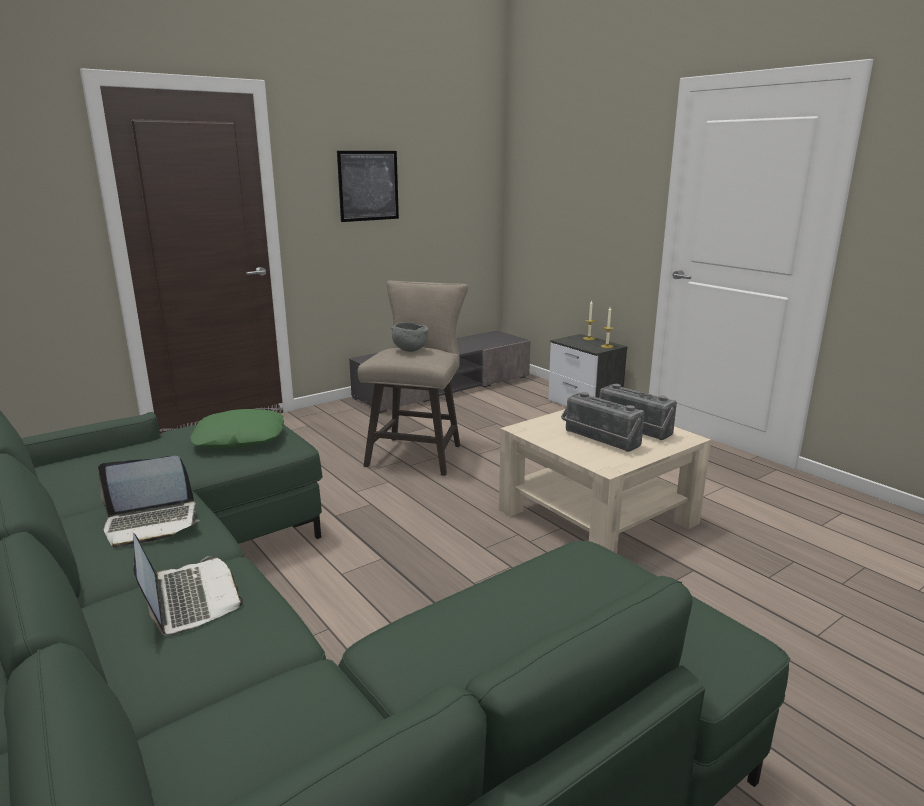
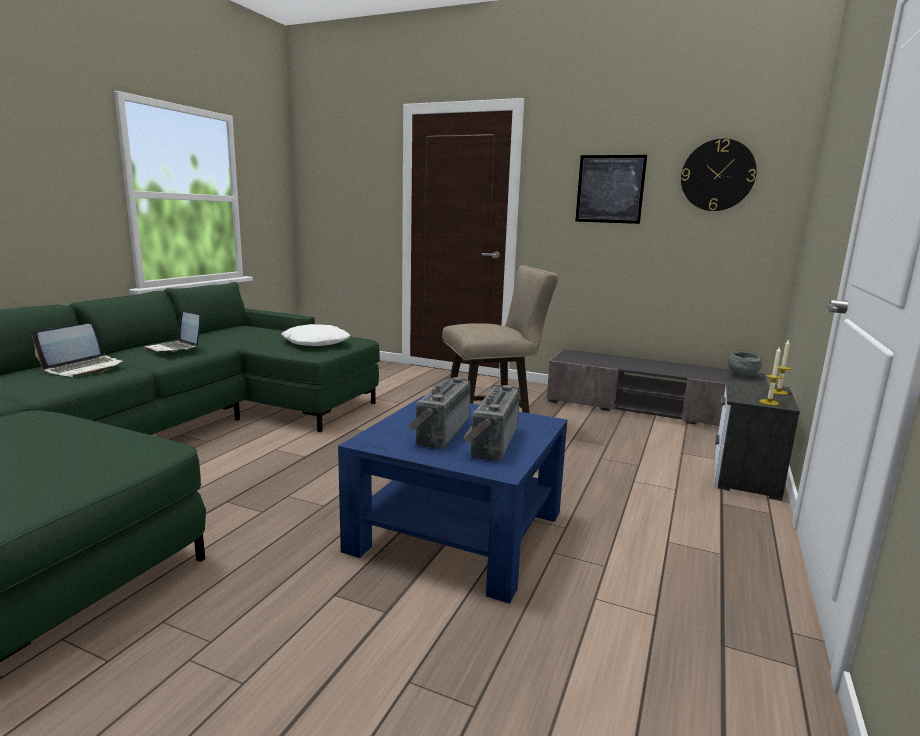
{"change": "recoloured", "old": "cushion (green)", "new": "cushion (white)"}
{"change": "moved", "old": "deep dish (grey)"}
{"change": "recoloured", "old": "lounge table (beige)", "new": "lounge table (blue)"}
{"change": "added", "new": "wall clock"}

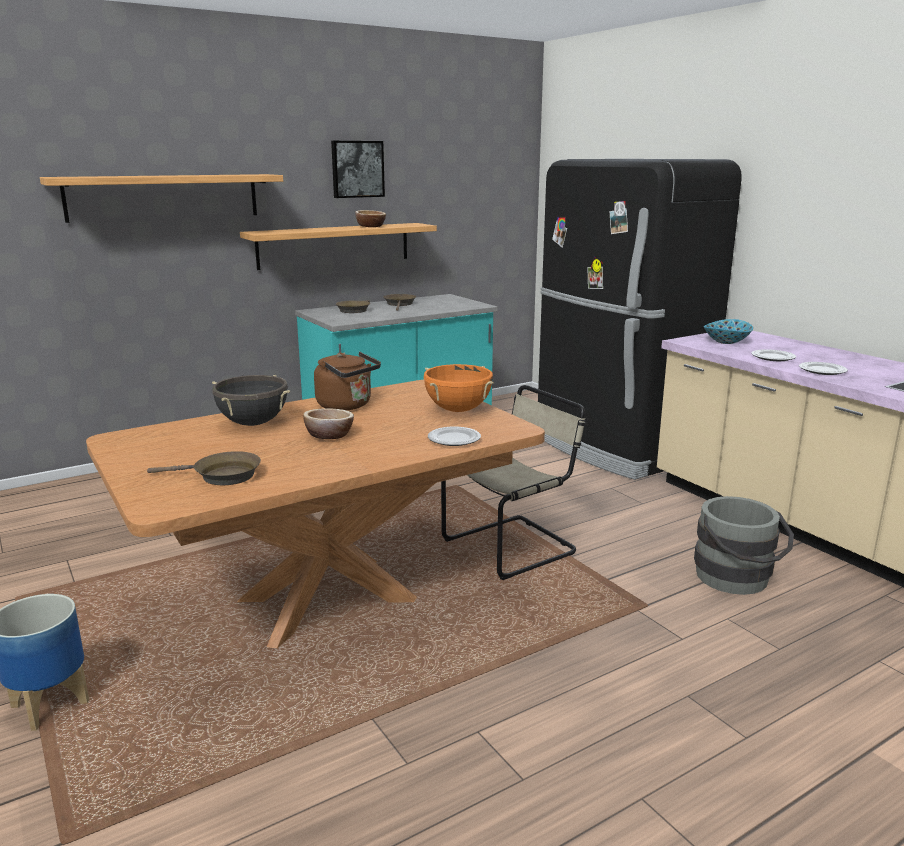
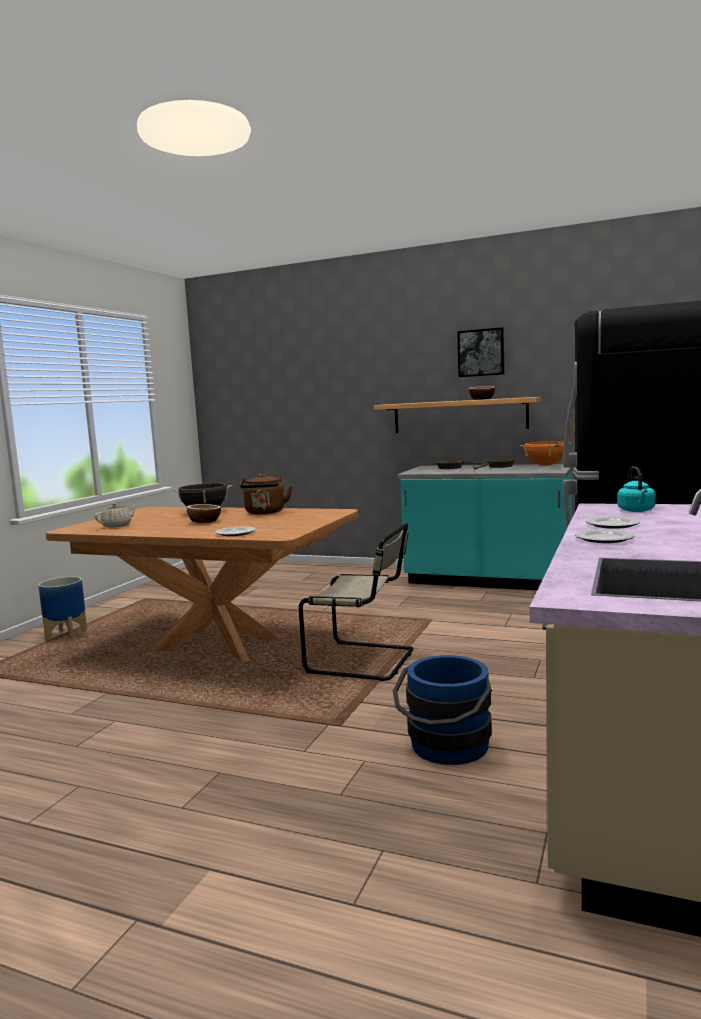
{"change": "removed", "old": "shelf (1st from left)"}
{"change": "replaced", "old": "frying pan (brown) (1st from left)", "new": "pot for tea (beige)"}
{"change": "moved", "old": "saucepot (orange)"}
{"change": "recoloured", "old": "bucket (grey)", "new": "bucket (blue)"}
{"change": "replaced", "old": "deep dish (3rd from left)", "new": "water kettle (turquoise)"}

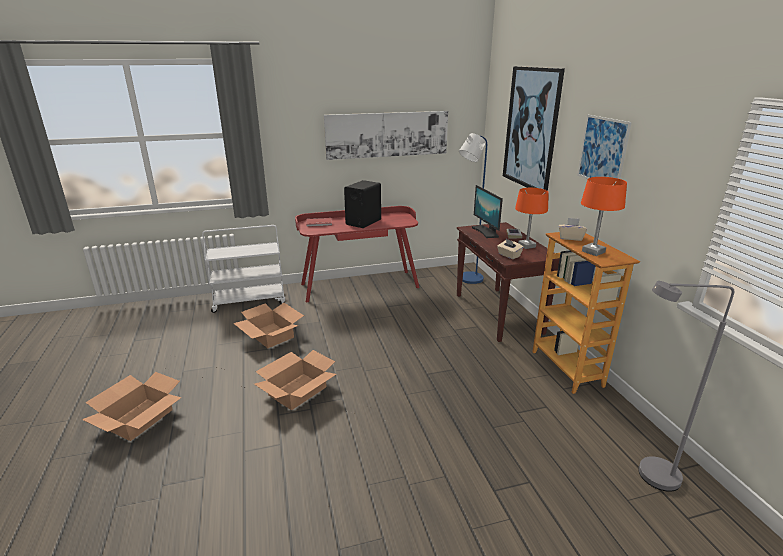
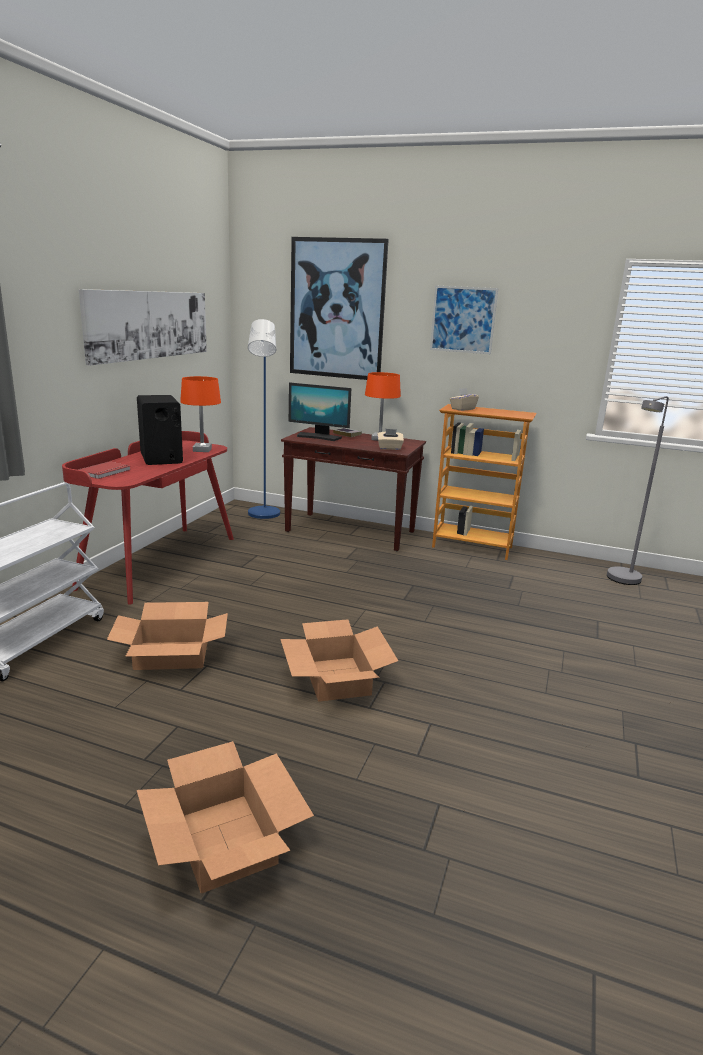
{"change": "moved", "old": "table lamp (orange) (2nd from left in the first image)", "new": "table lamp (orange) (1st from left)"}

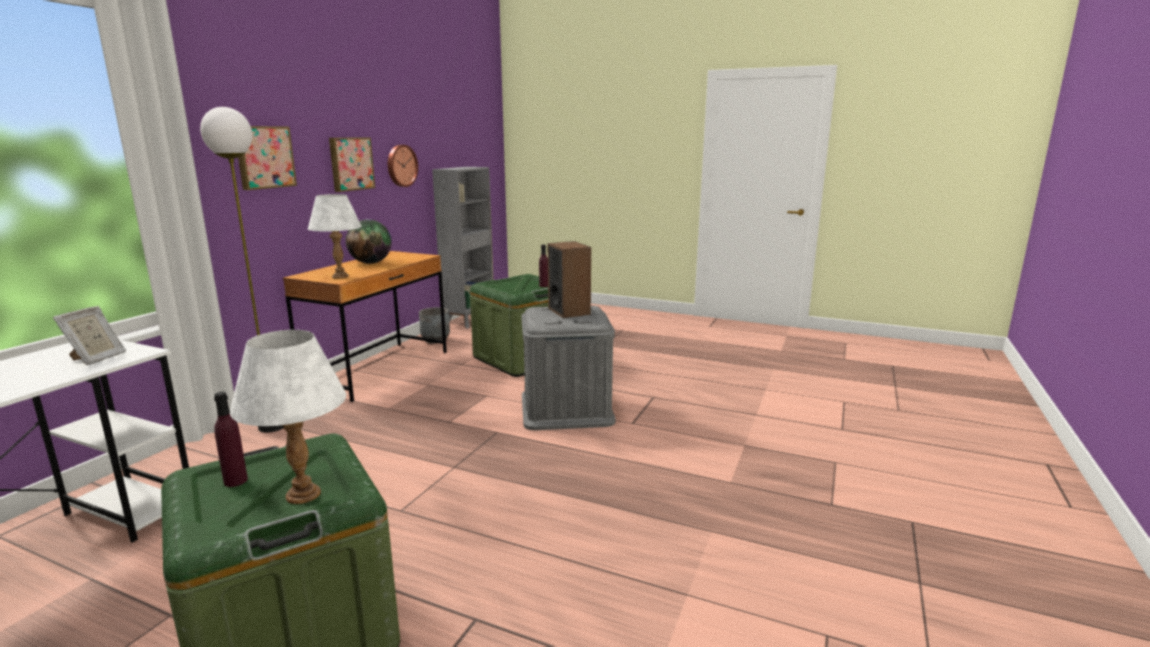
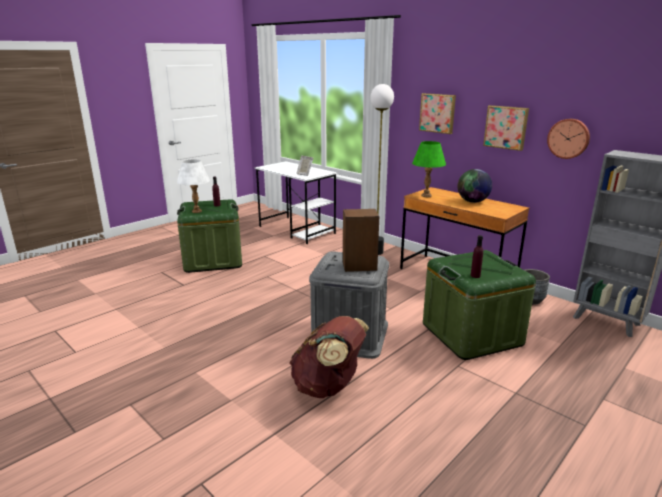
{"change": "recoloured", "old": "table lamp (white) (2nd from left)", "new": "table lamp (green)"}
{"change": "added", "new": "knapsack (brown)"}

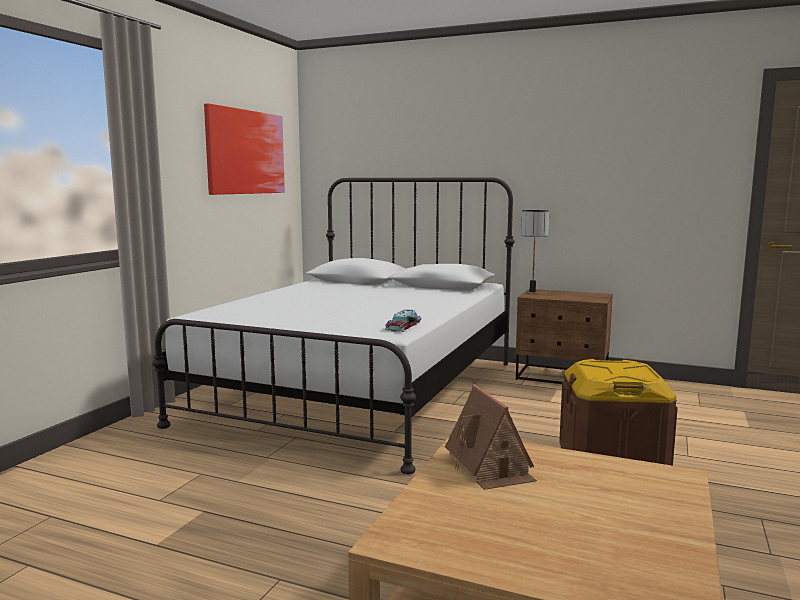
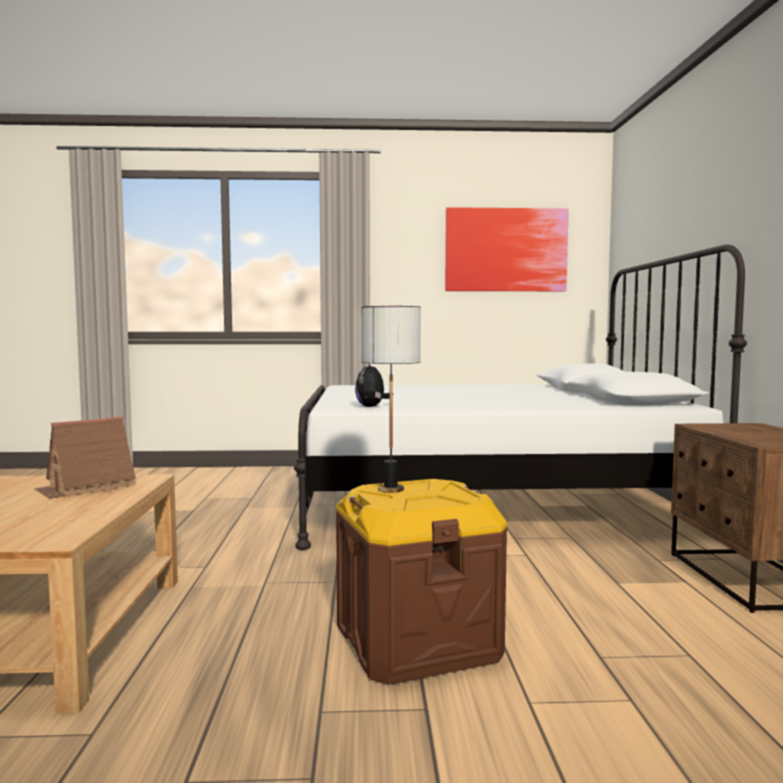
{"change": "replaced", "old": "toy car", "new": "plush toy"}
{"change": "moved", "old": "table lamp"}

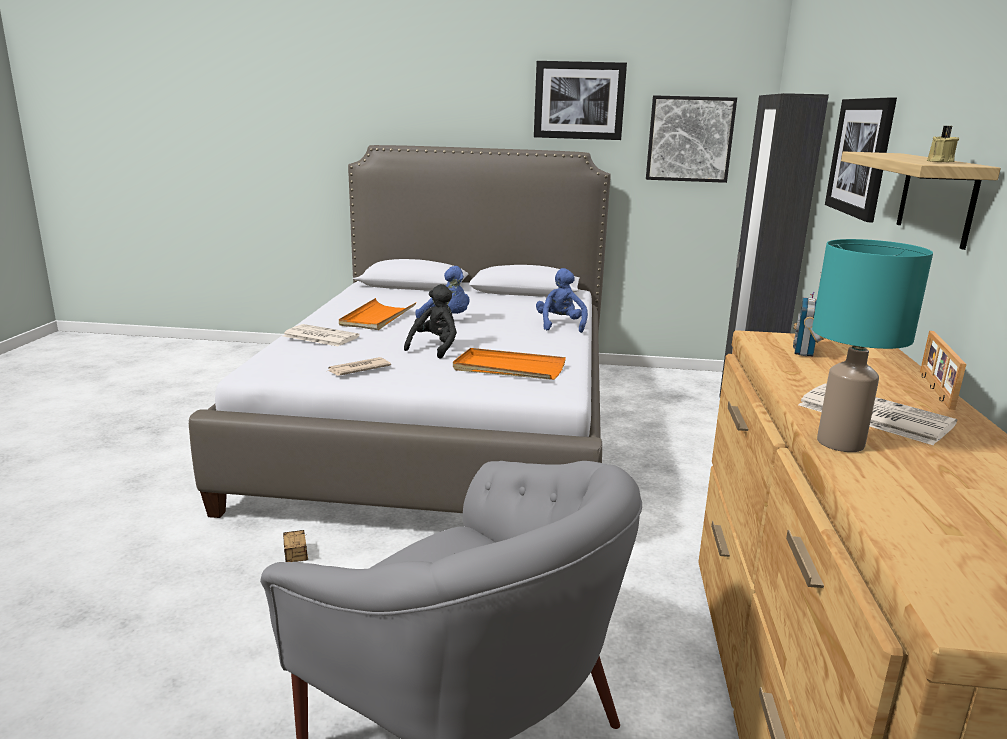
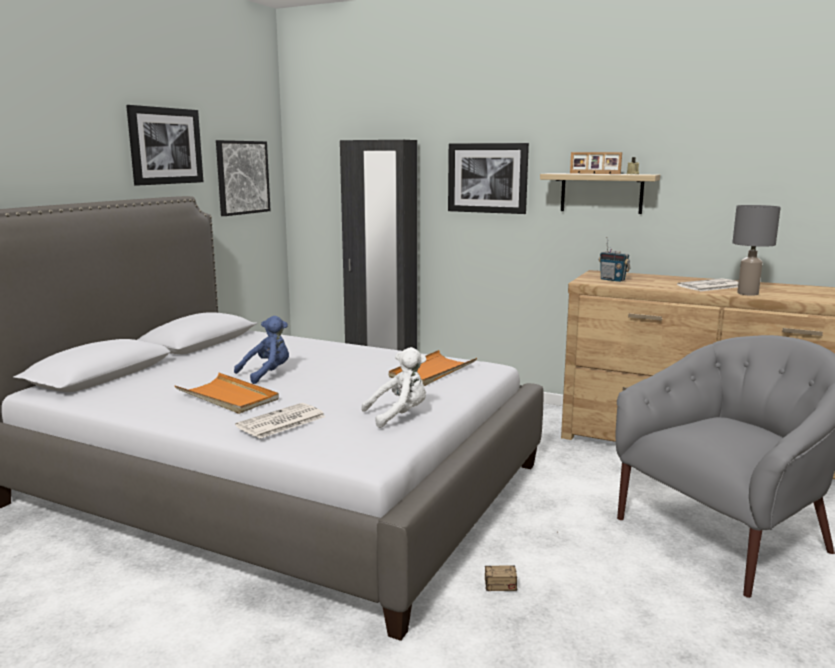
{"change": "replaced", "old": "newspaper (2nd from left)", "new": "plush toy (white)"}
{"change": "removed", "old": "plush toy (black-coloured)"}
{"change": "removed", "old": "plush toy (blue) (2nd from left)"}
{"change": "recoloured", "old": "table lamp (turquoise)", "new": "table lamp (grey)"}
{"change": "moved", "old": "standing frame"}

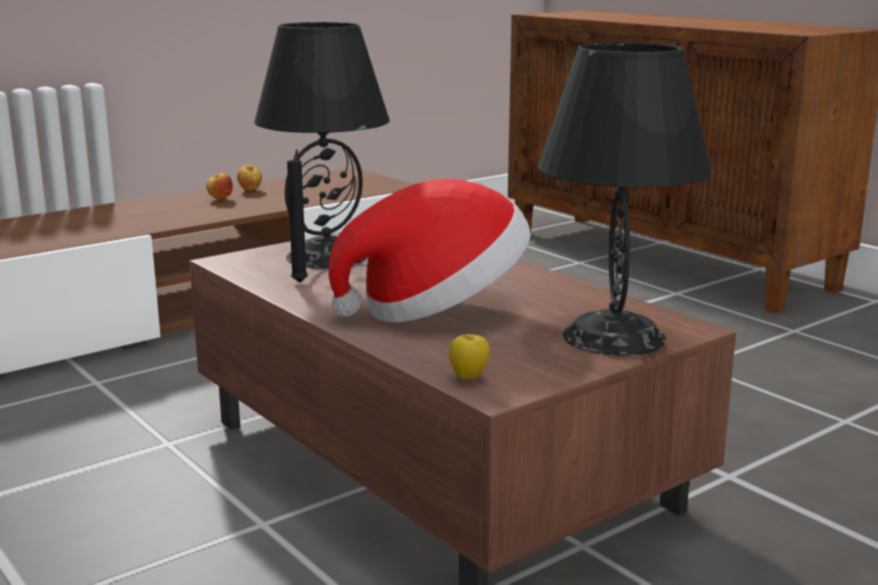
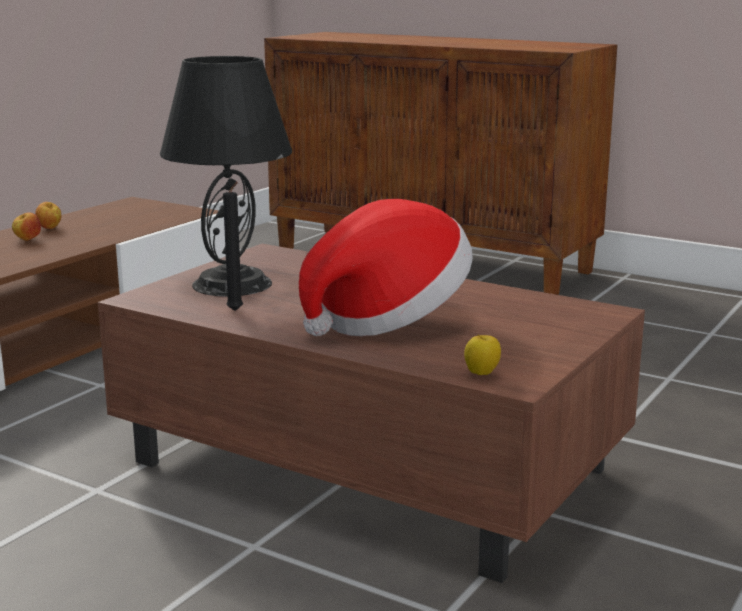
{"change": "removed", "old": "table lamp (black-coloured) (2nd from left)"}

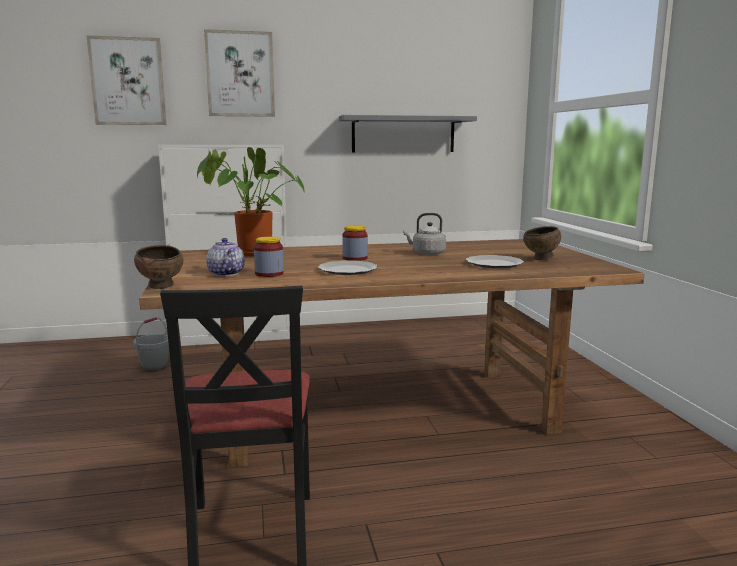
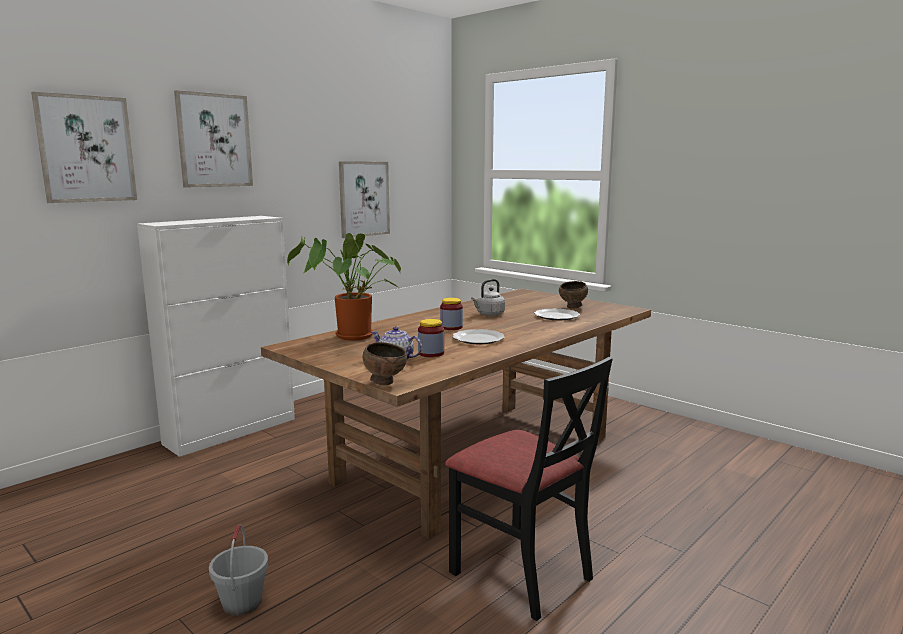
{"change": "moved", "old": "bucket (grey)"}
{"change": "replaced", "old": "shelf (grey)", "new": "wall art (3rd from left)"}

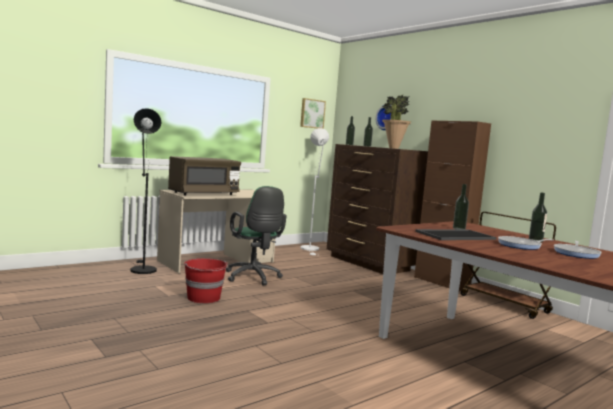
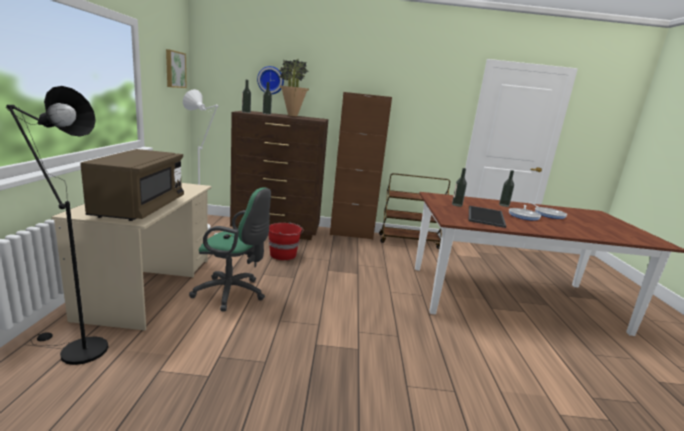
{"change": "moved", "old": "bucket (reddish)"}

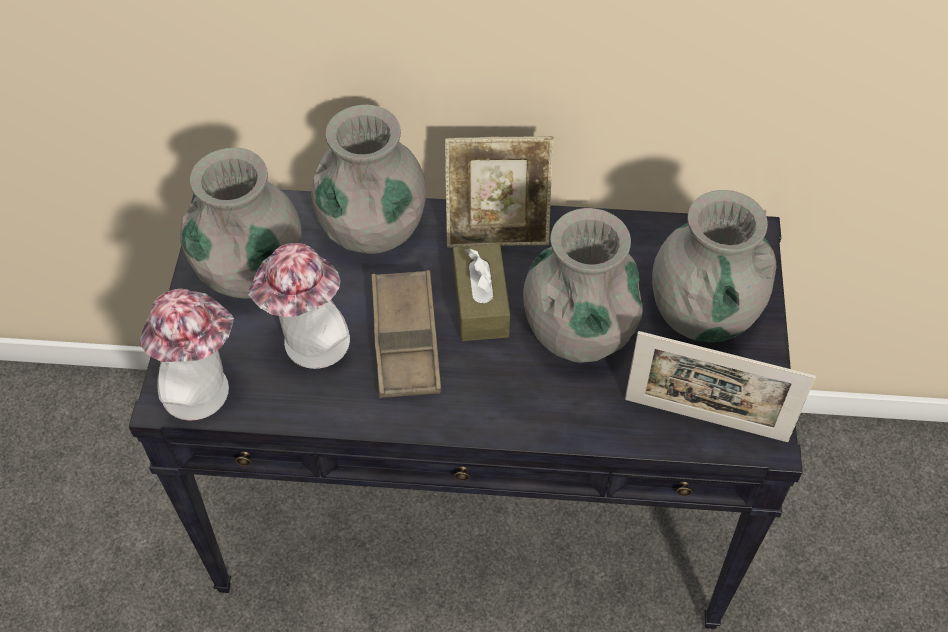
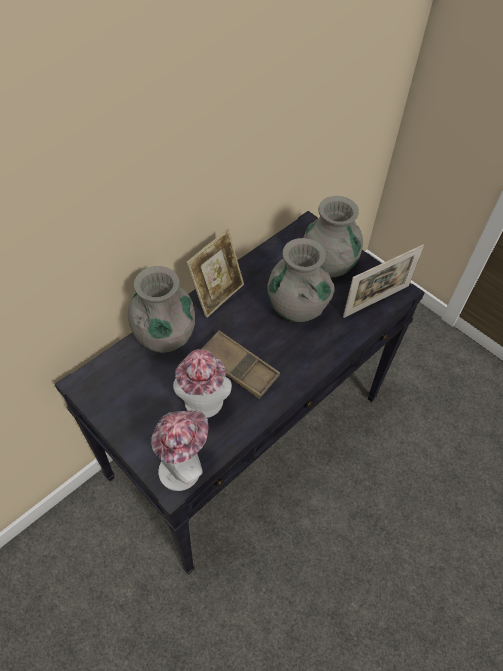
{"change": "removed", "old": "decorative vase (grey) (1st from left)"}
{"change": "removed", "old": "tissue box (brown)"}

